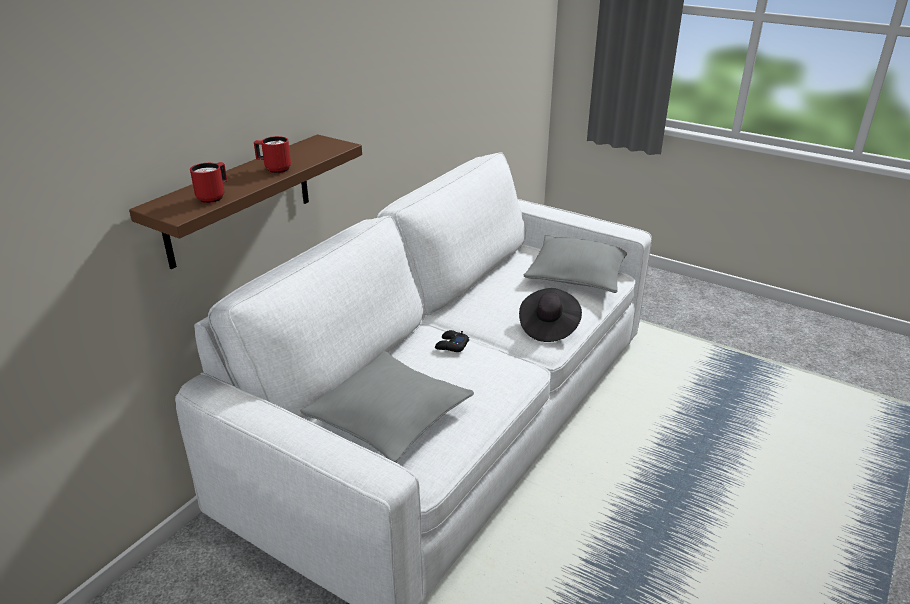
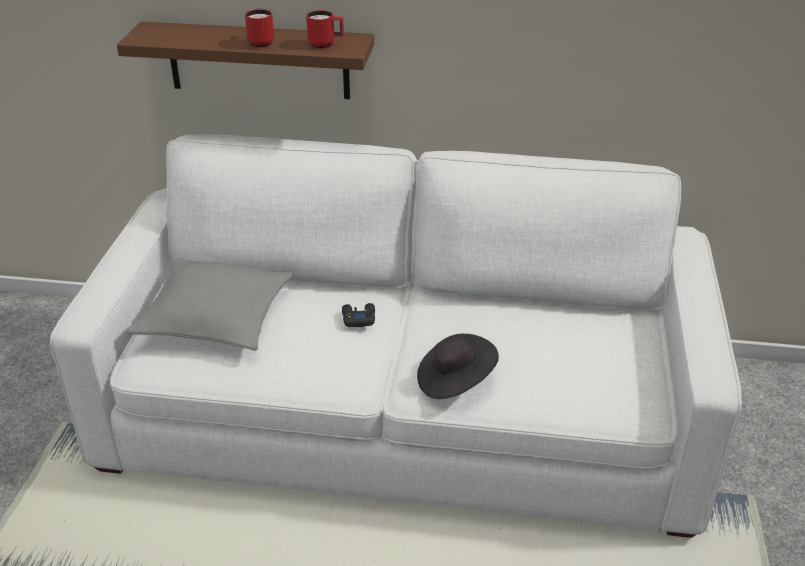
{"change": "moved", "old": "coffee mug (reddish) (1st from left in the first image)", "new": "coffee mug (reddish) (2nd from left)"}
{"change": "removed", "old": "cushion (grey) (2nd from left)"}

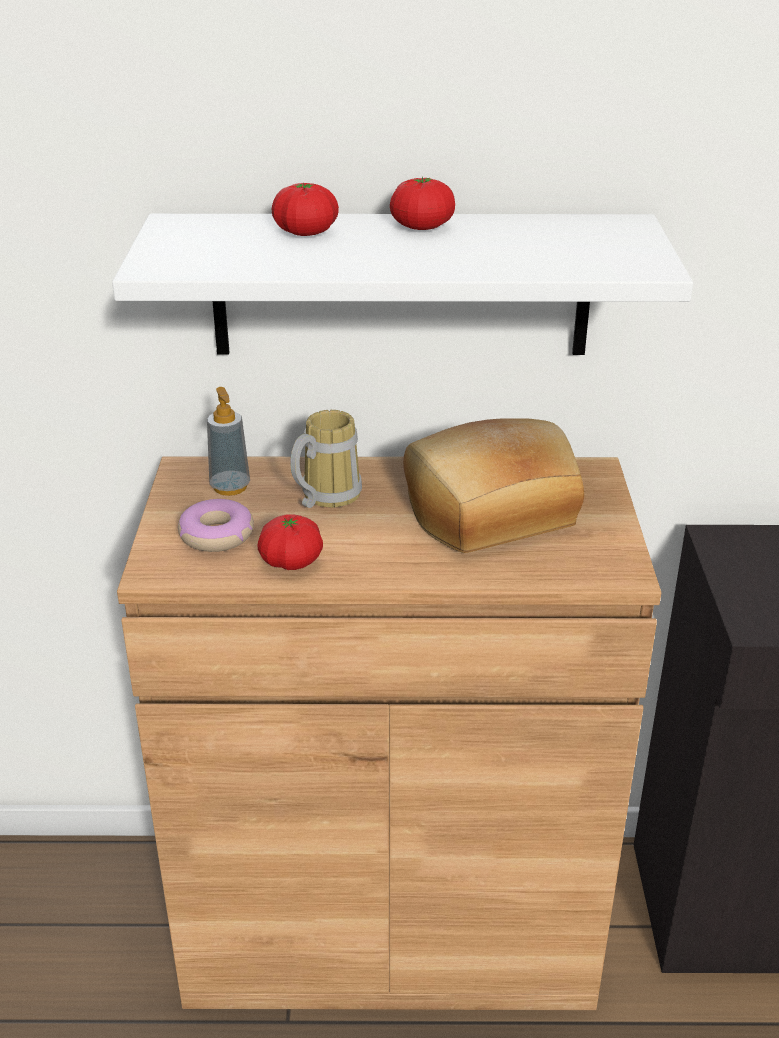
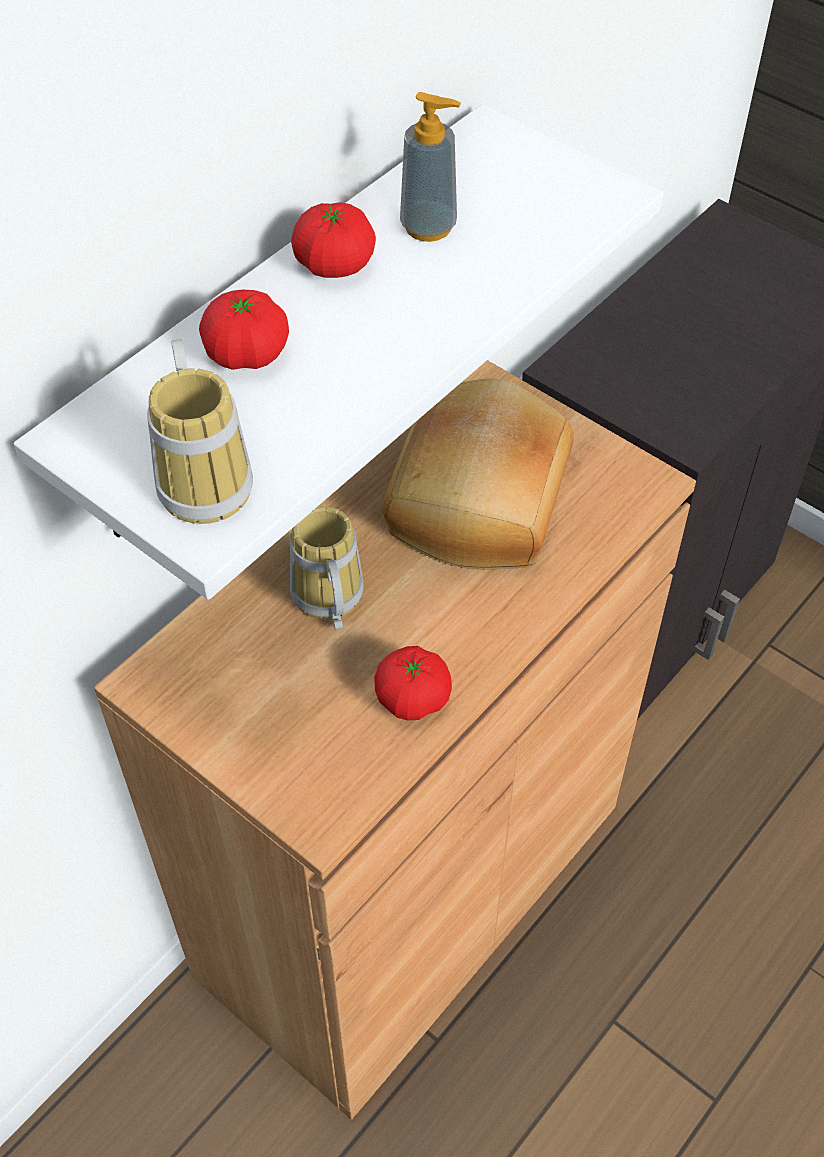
{"change": "removed", "old": "doughnut"}
{"change": "moved", "old": "soap dispenser"}
{"change": "added", "new": "coffee mug (1st from left)"}

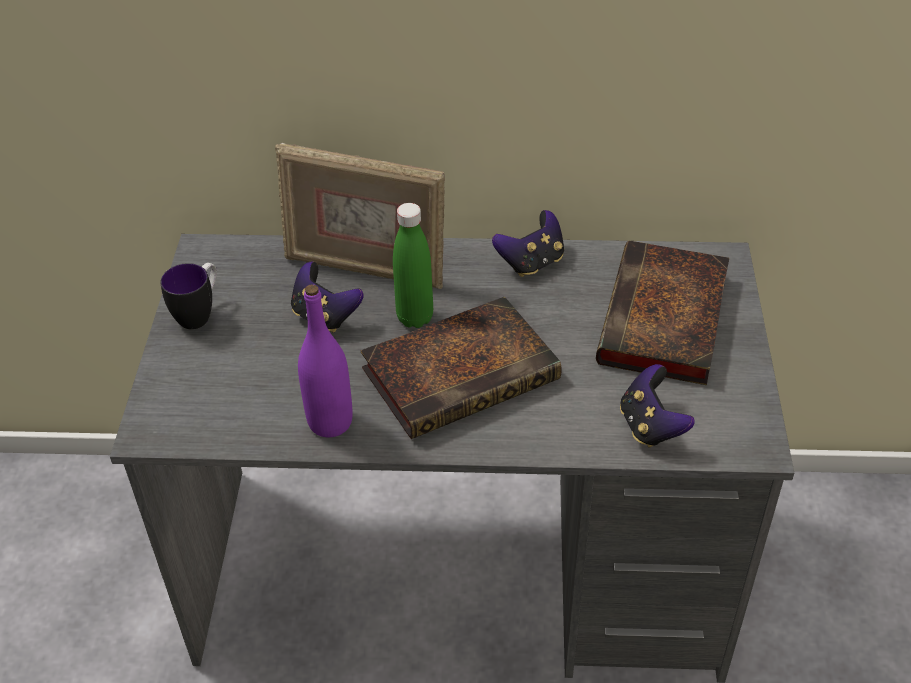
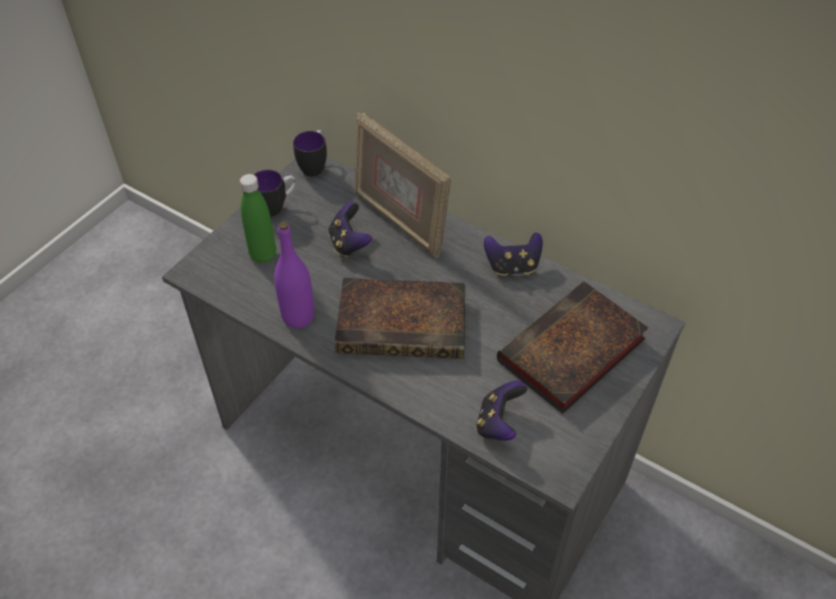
{"change": "moved", "old": "beverage bottle (green)"}
{"change": "added", "new": "coffee mug (2nd from left)"}

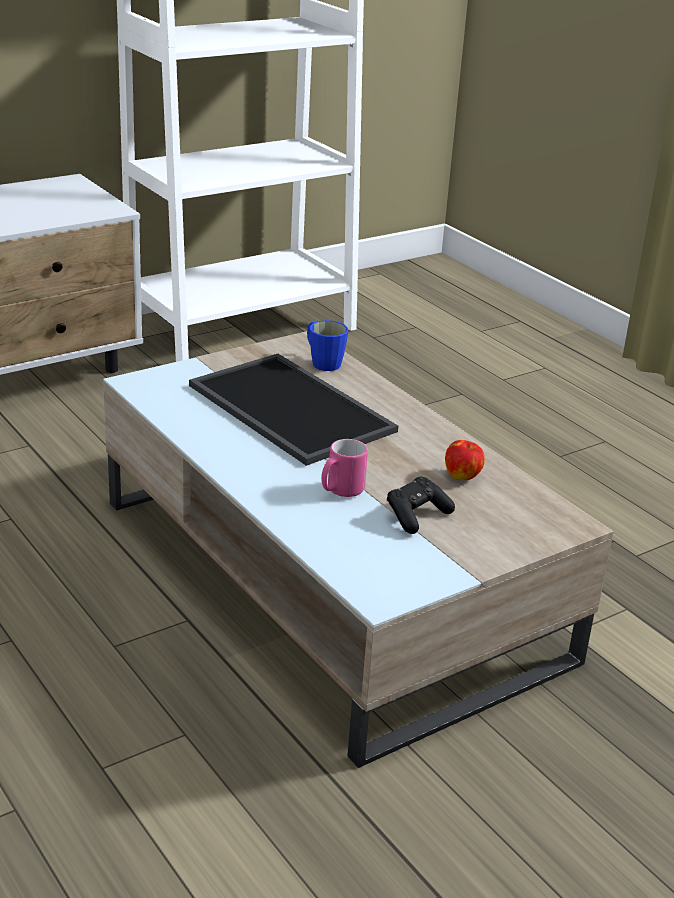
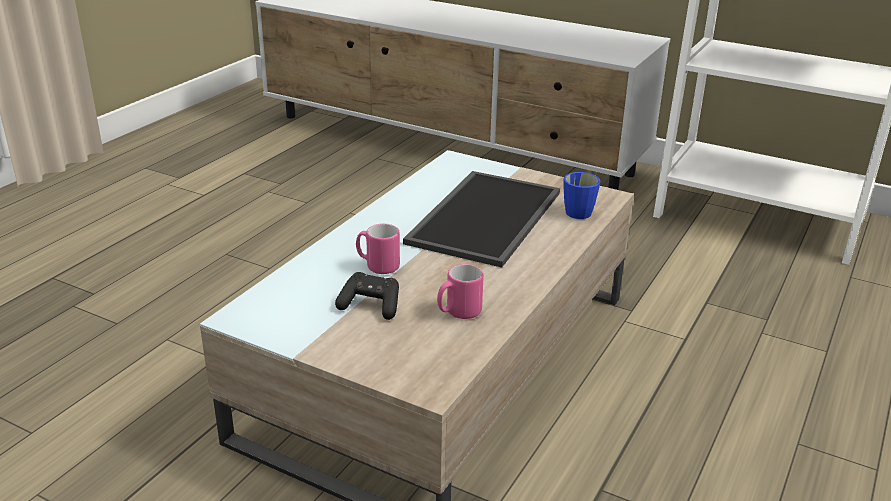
{"change": "replaced", "old": "apple fruit", "new": "coffee mug (pink-coloured) (2nd from left)"}

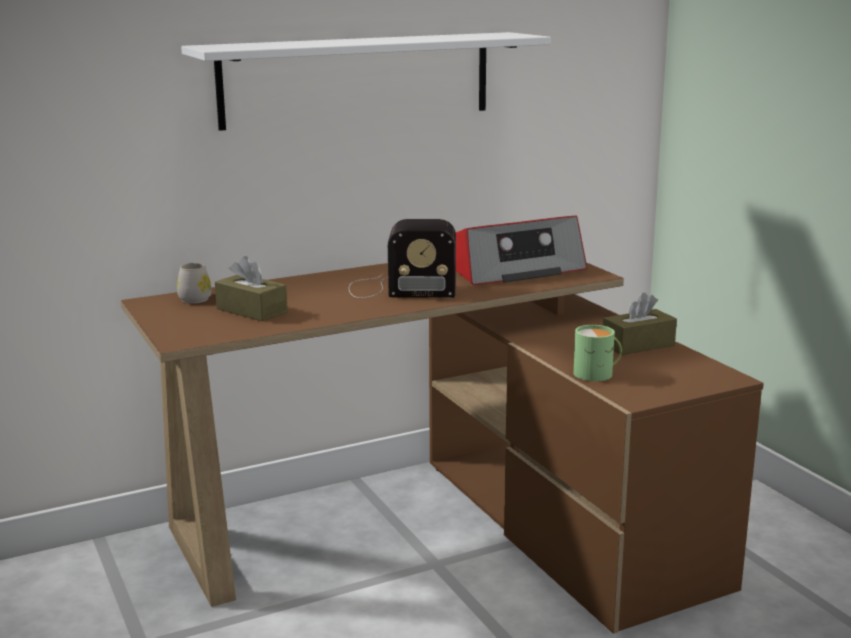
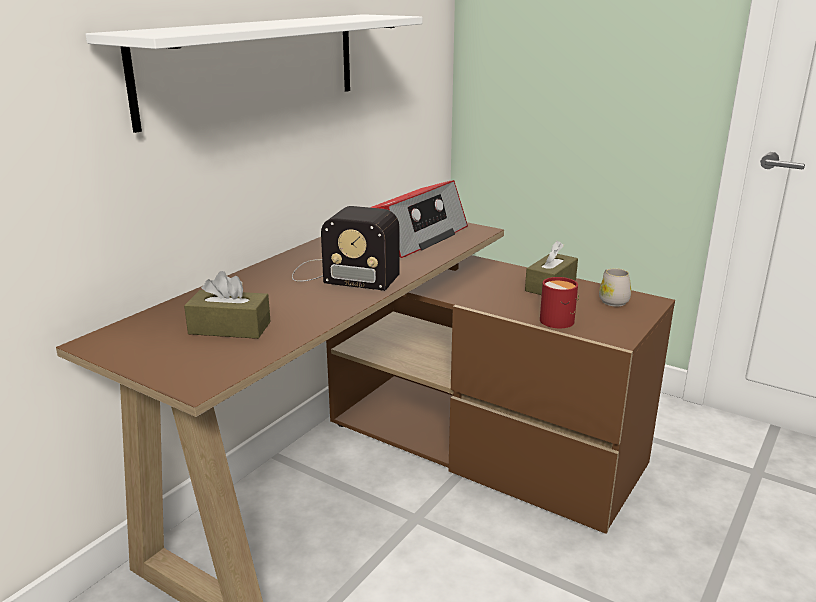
{"change": "moved", "old": "coffee mug (white)"}
{"change": "turned", "old": "radio (1st from left)", "degrees": 45}
{"change": "recoloured", "old": "coffee mug (green)", "new": "coffee mug (reddish)"}

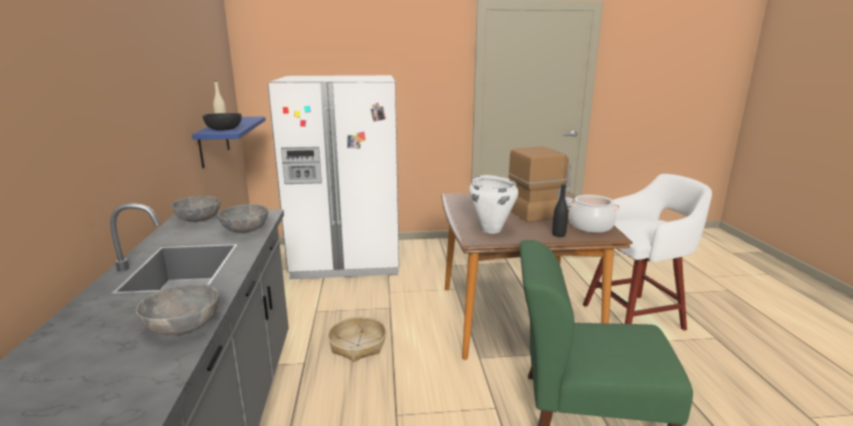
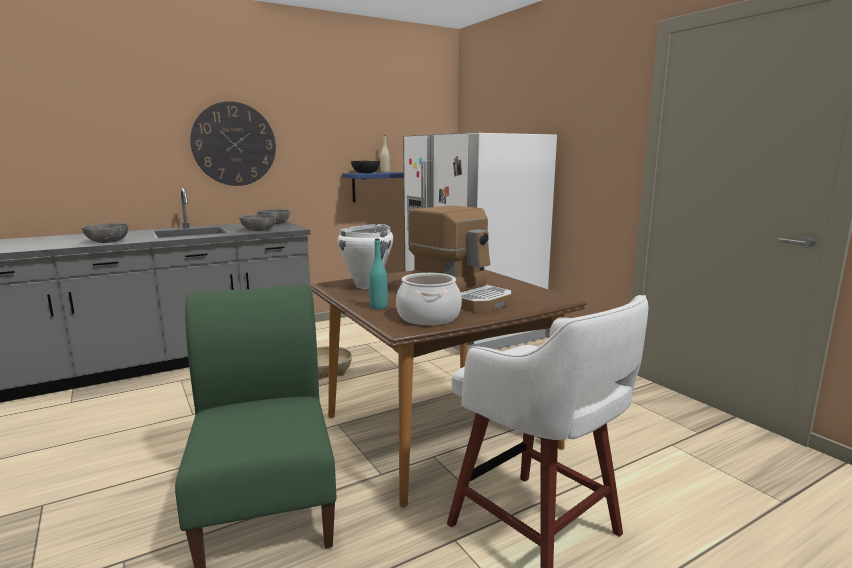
{"change": "recoloured", "old": "beverage bottle (black-coloured)", "new": "beverage bottle (turquoise)"}
{"change": "added", "new": "wall clock"}

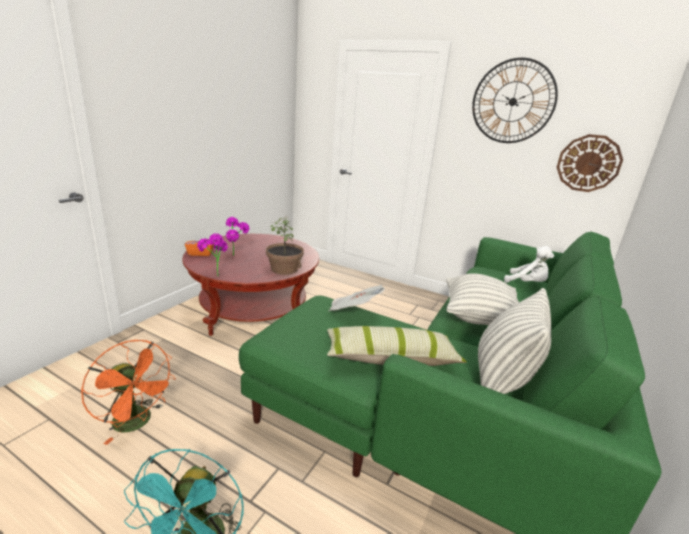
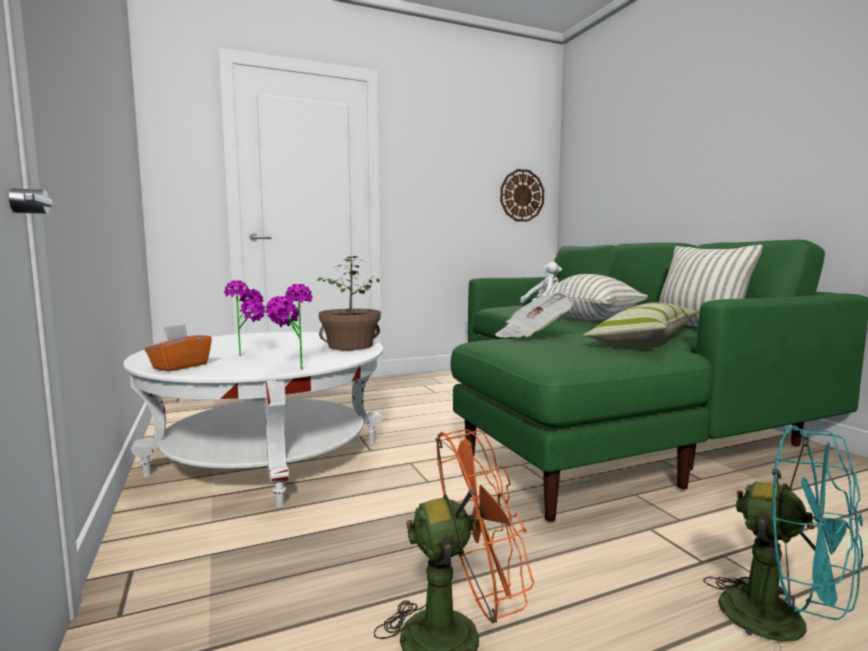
{"change": "recoloured", "old": "lounge table (reddish)", "new": "lounge table (white)"}
{"change": "removed", "old": "wall clock (1st from left)"}

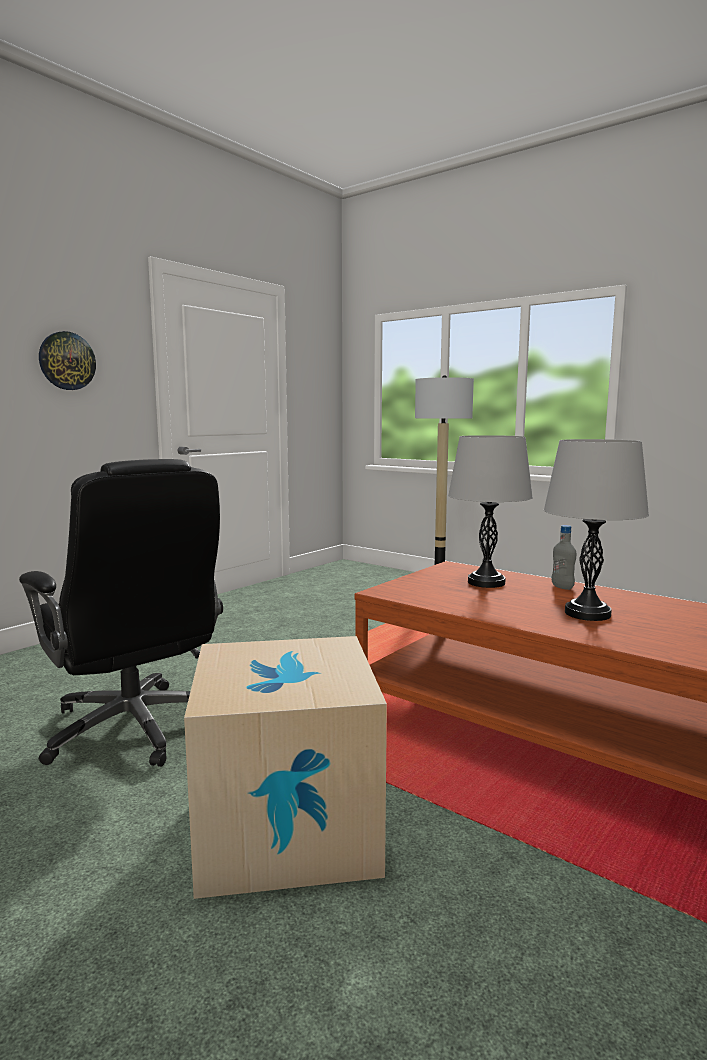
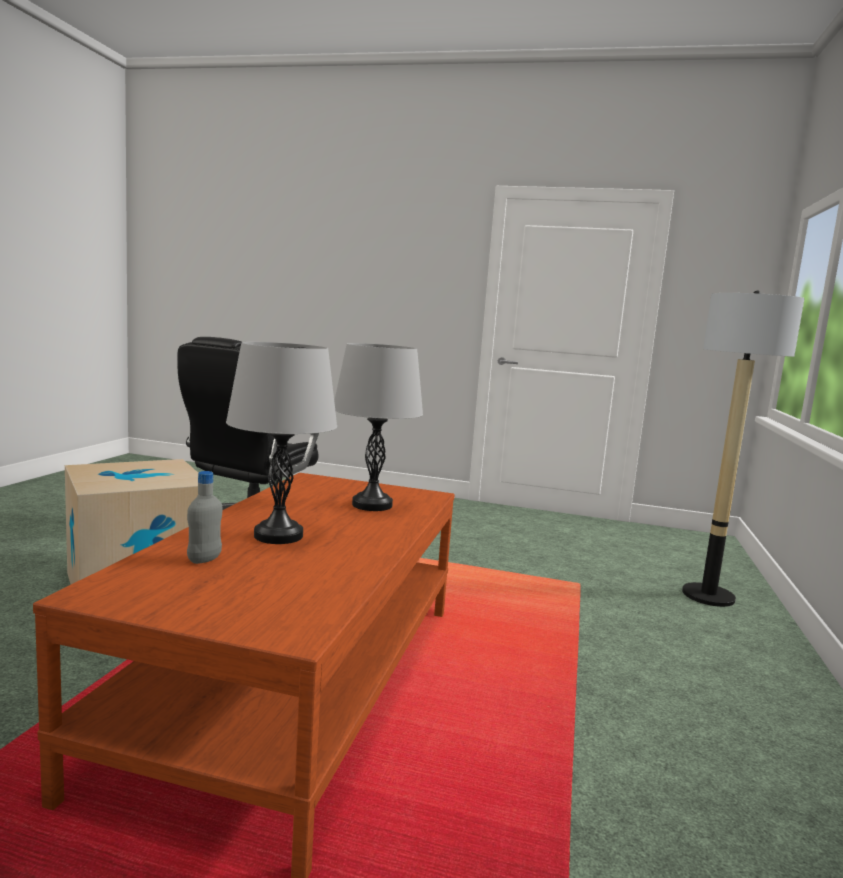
{"change": "removed", "old": "wall clock"}
{"change": "moved", "old": "beverage bottle (grey)"}

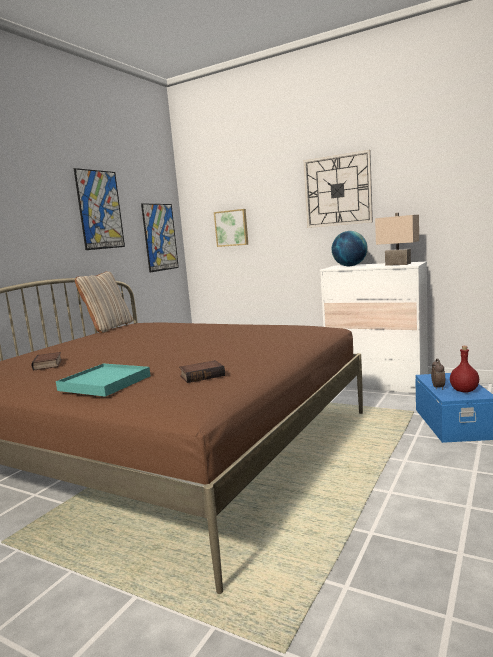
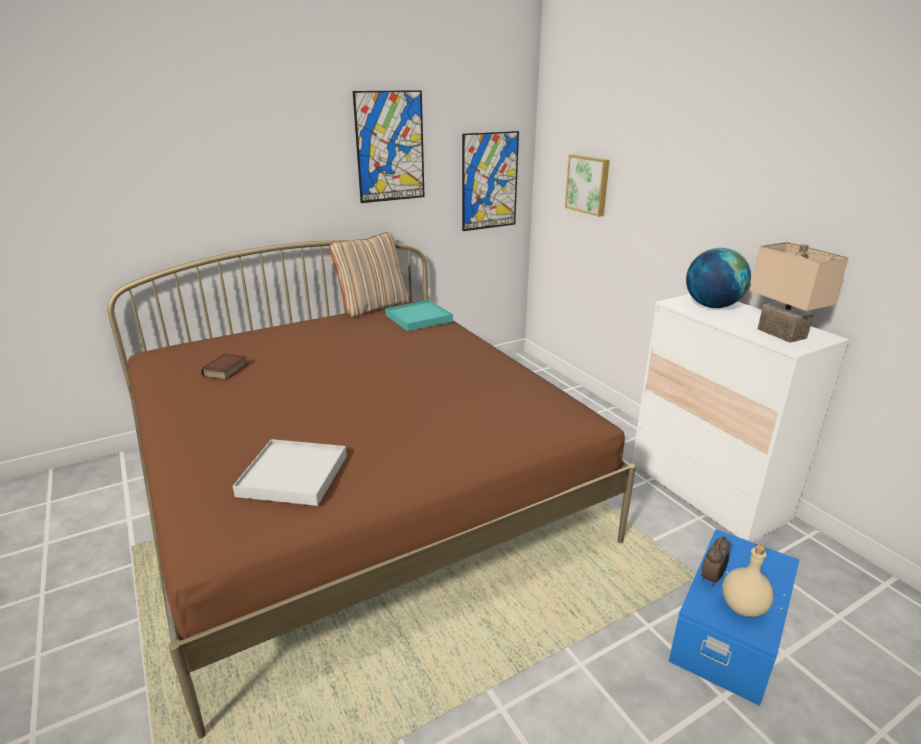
{"change": "moved", "old": "serving tray (turquoise)"}
{"change": "replaced", "old": "volume (2nd from left)", "new": "serving tray (white)"}
{"change": "removed", "old": "wall clock"}
{"change": "recoloured", "old": "beverage bottle (reddish)", "new": "beverage bottle (beige)"}

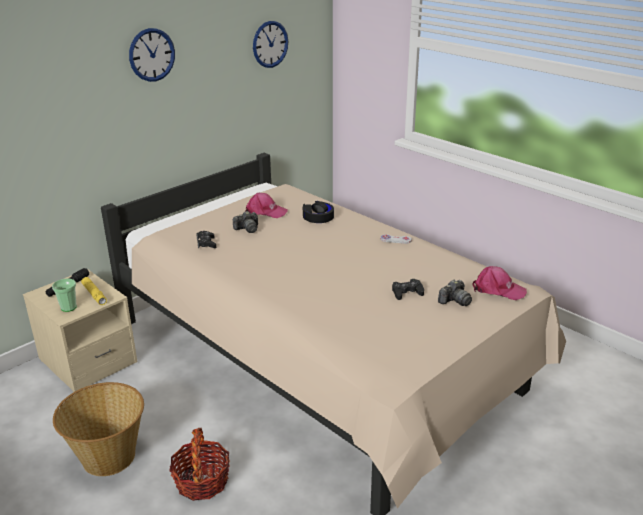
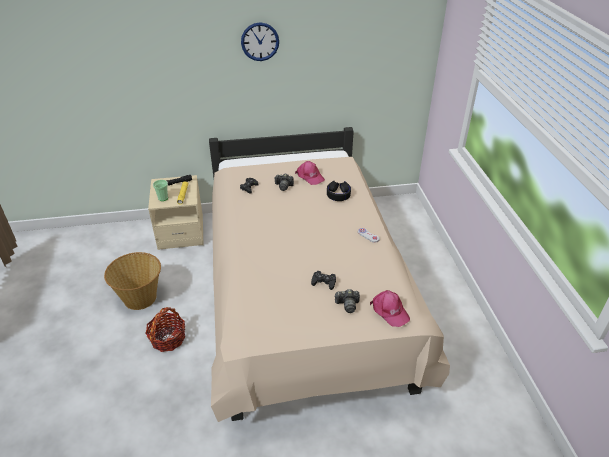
{"change": "removed", "old": "wall clock (2nd from left)"}

